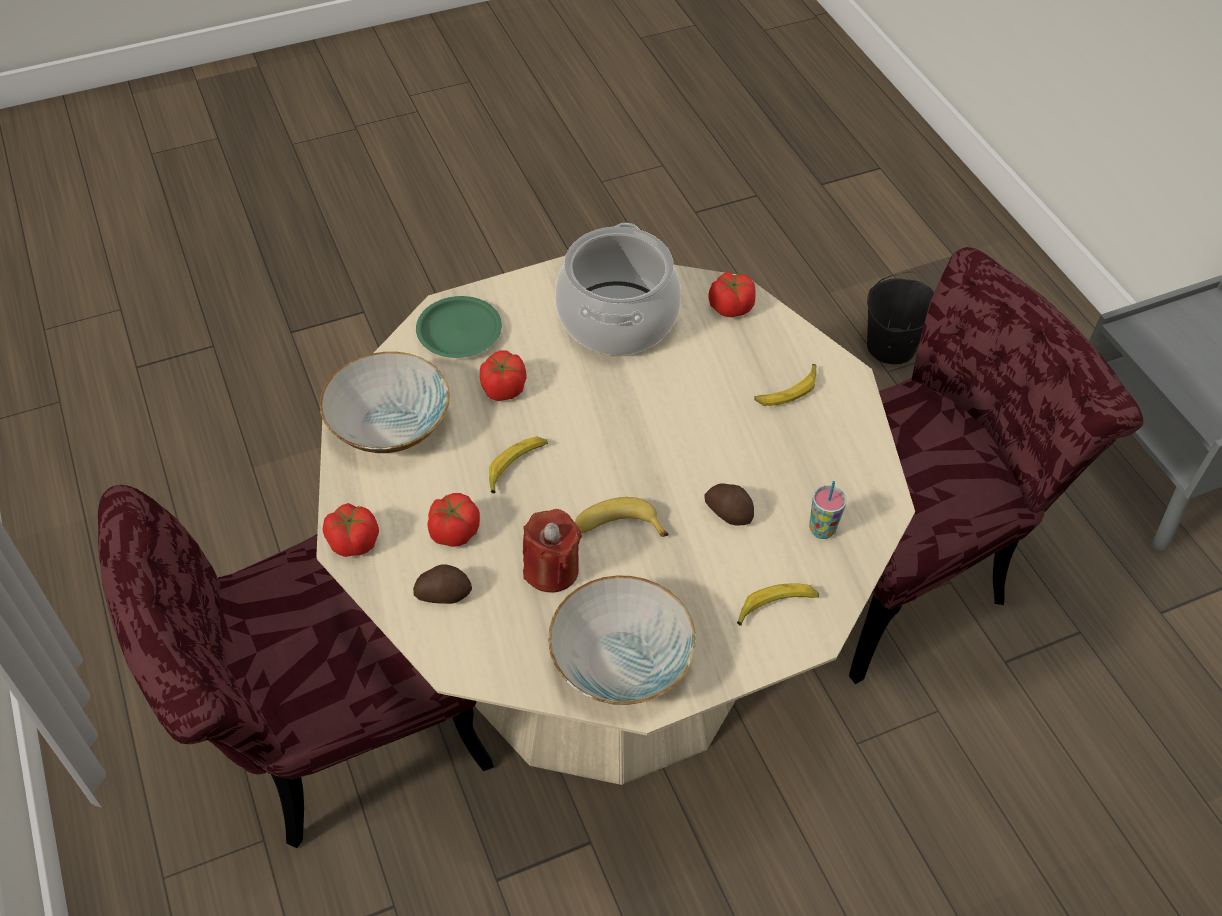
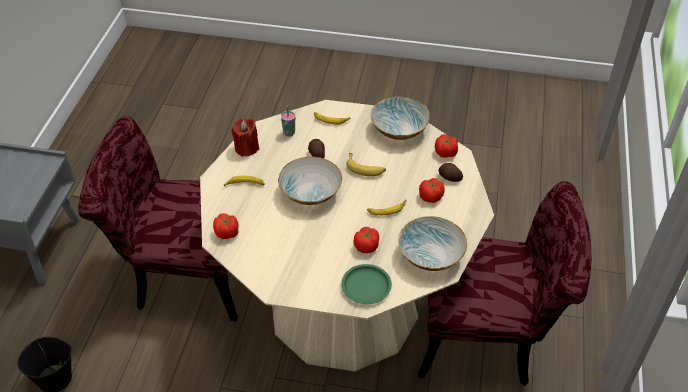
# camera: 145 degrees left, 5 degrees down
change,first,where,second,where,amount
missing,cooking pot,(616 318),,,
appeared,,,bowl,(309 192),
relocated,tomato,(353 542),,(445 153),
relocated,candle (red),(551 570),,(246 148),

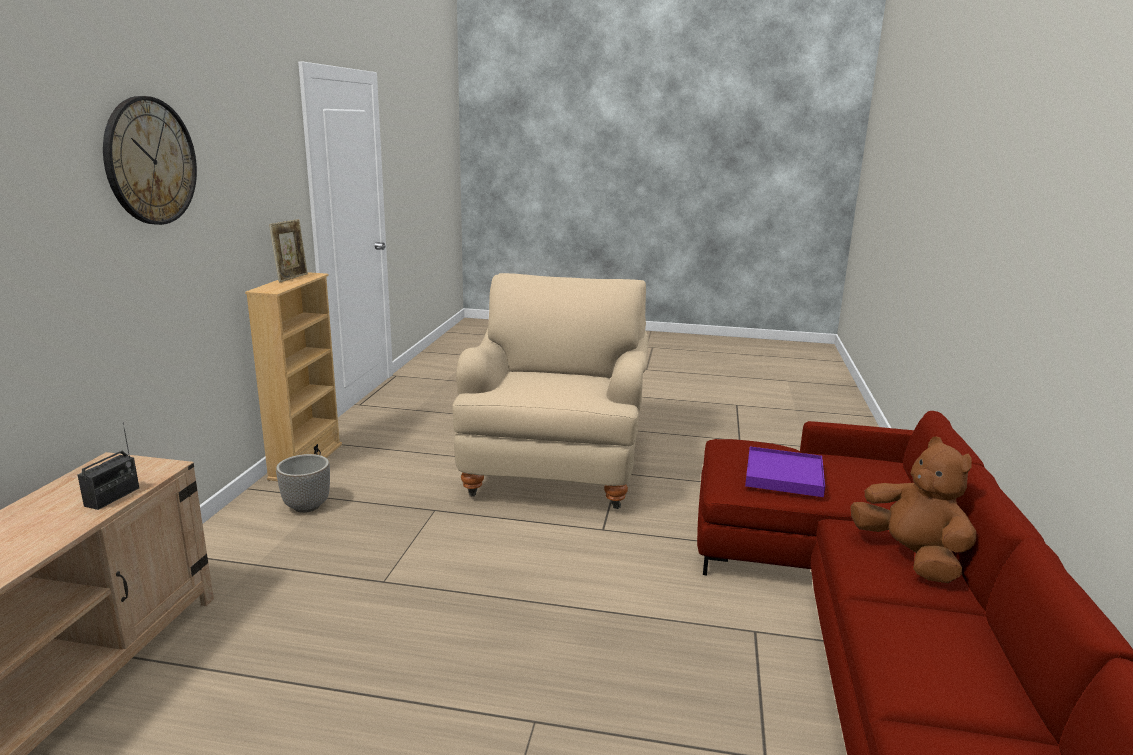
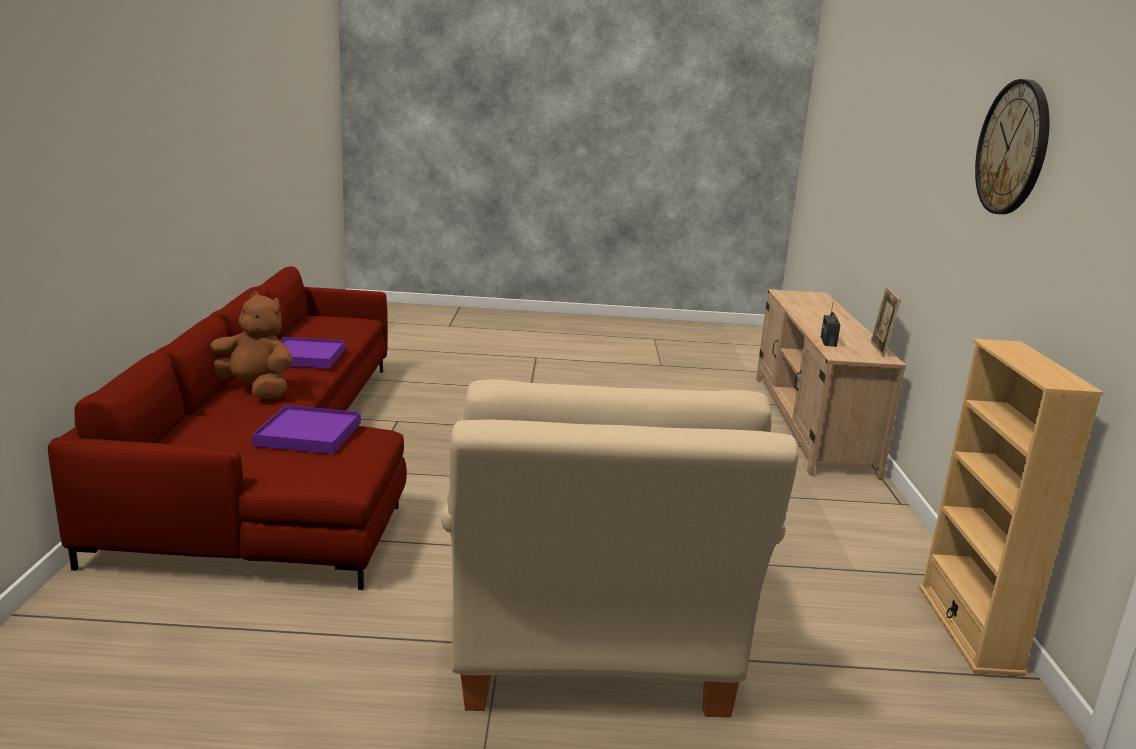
# camera: 170 degrees right, 0 degrees up
change,first,where,second,where,amount
missing,planter,(307 506),,,
appeared,,,tray (purple),(306 356),
relocated,picture frame,(292 278),,(879 349),
spun,plush toy (brown),(910 557),,(254 390),150 degrees clockwise

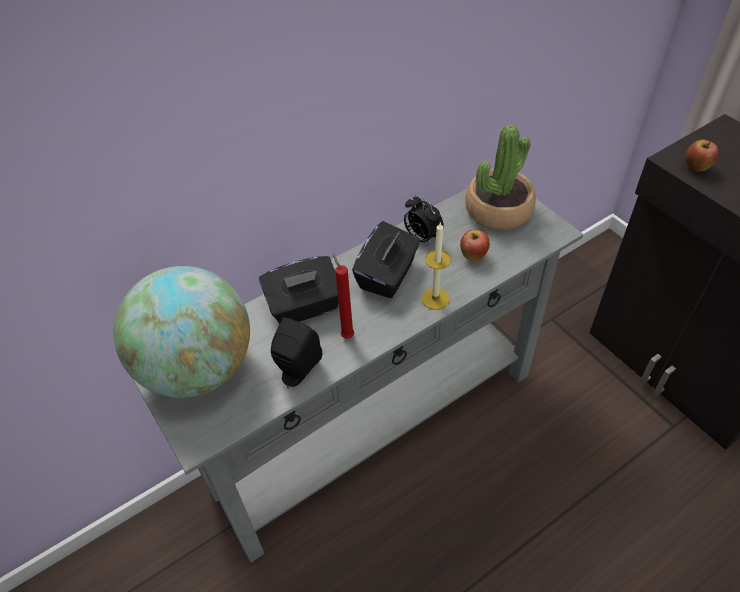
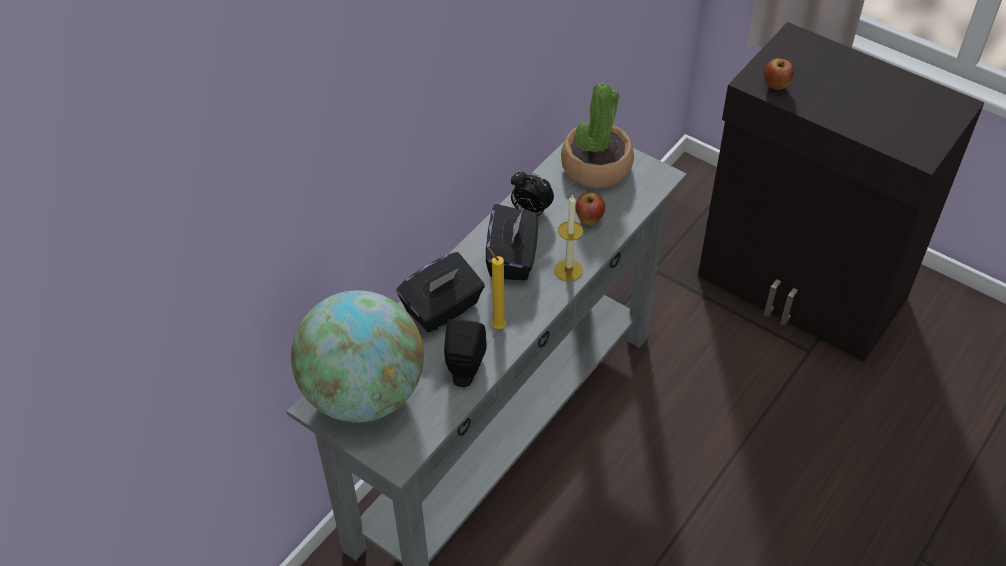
# camera: 20 degrees left, 0 degrees up
change,first,where,second,where,amount
colour,candle (red),(346 335),candle (yellow),(497 326),

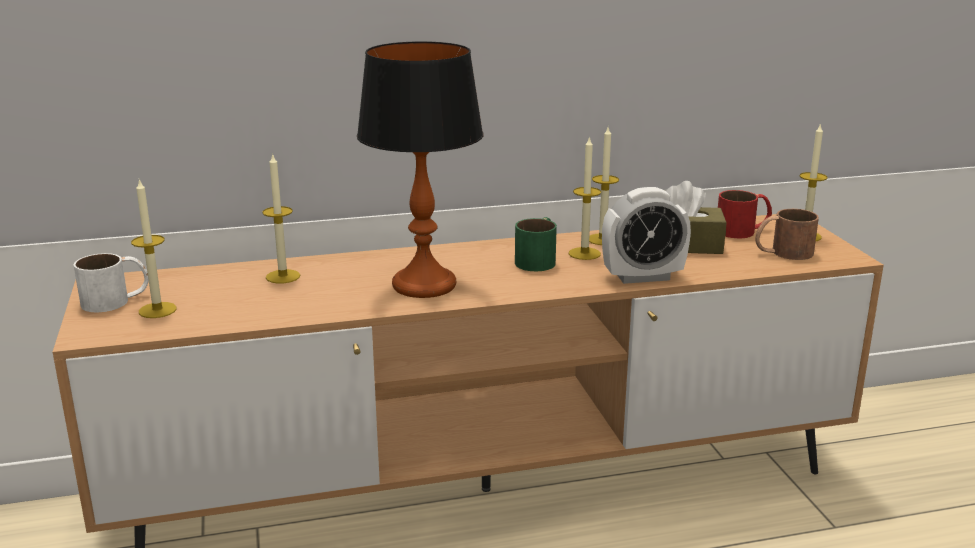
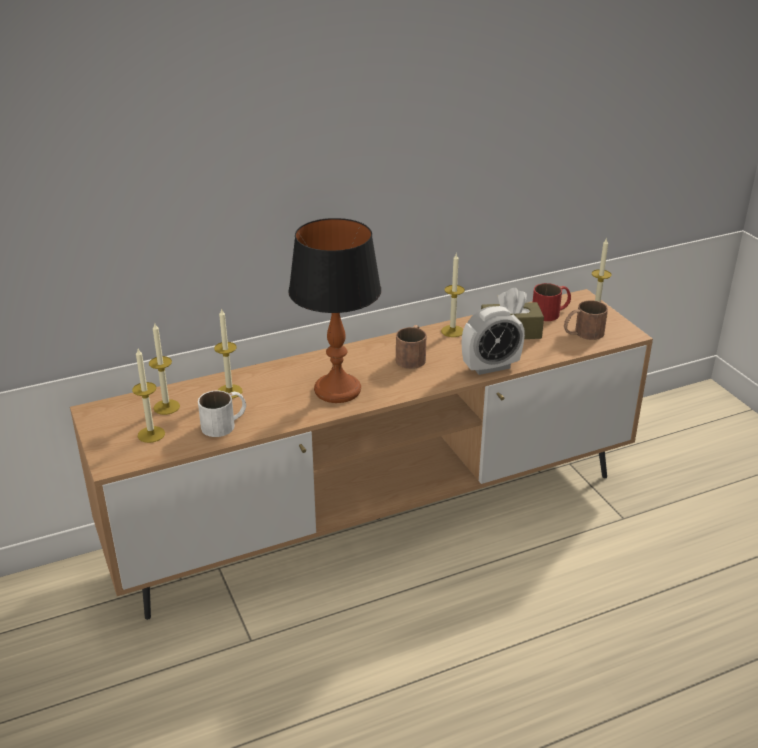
# camera: 10 degrees left, 10 degrees up
change,first,where,second,where,amount
relocated,mug (white),(116 300),,(225 424),
relocated,candle,(584 253),,(166 407),
colour,mug (green),(539 259),mug (brown),(412 356),

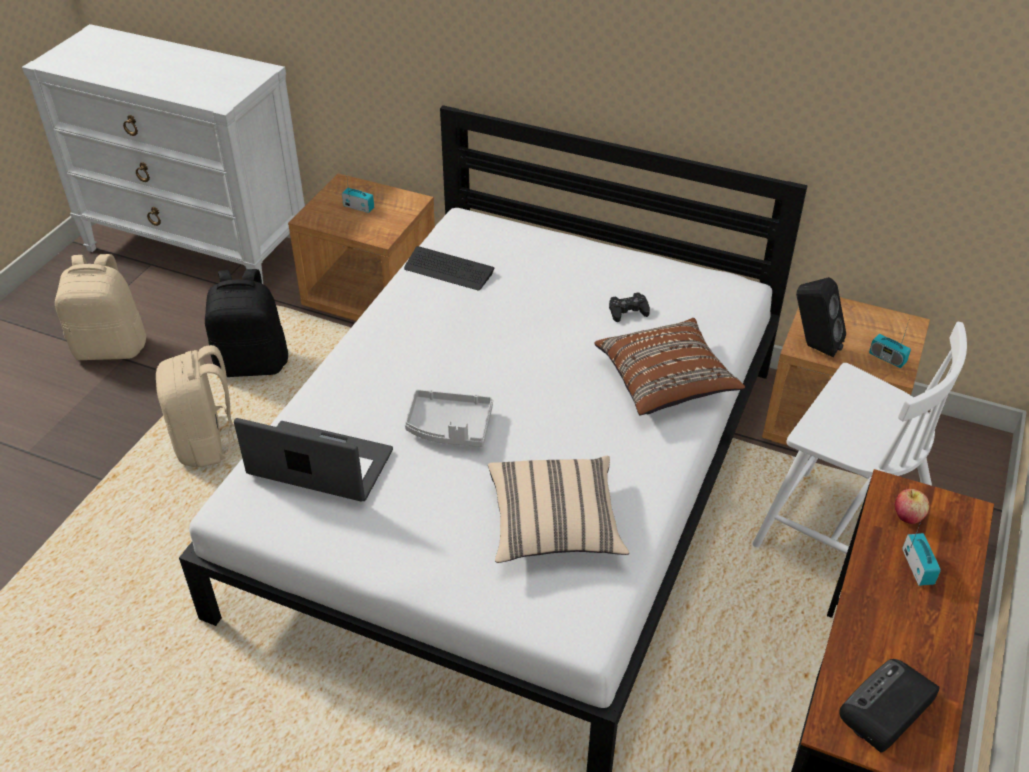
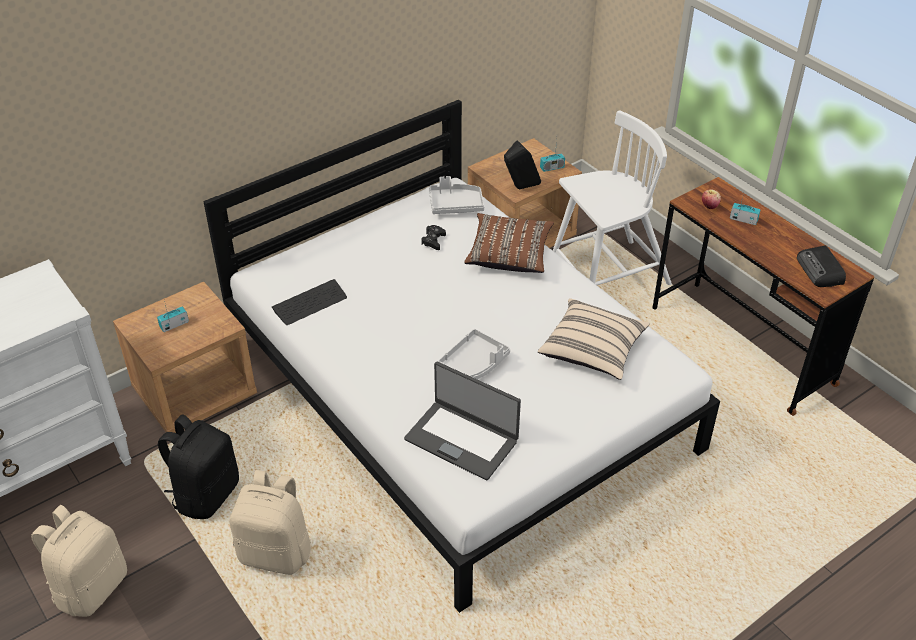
# camera: 60 degrees left, 0 degrees up
change,first,where,second,where,amount
appeared,,,tray (grey),(455 205),
spun,laptop,(320 465),,(462 439),105 degrees counterclockwise

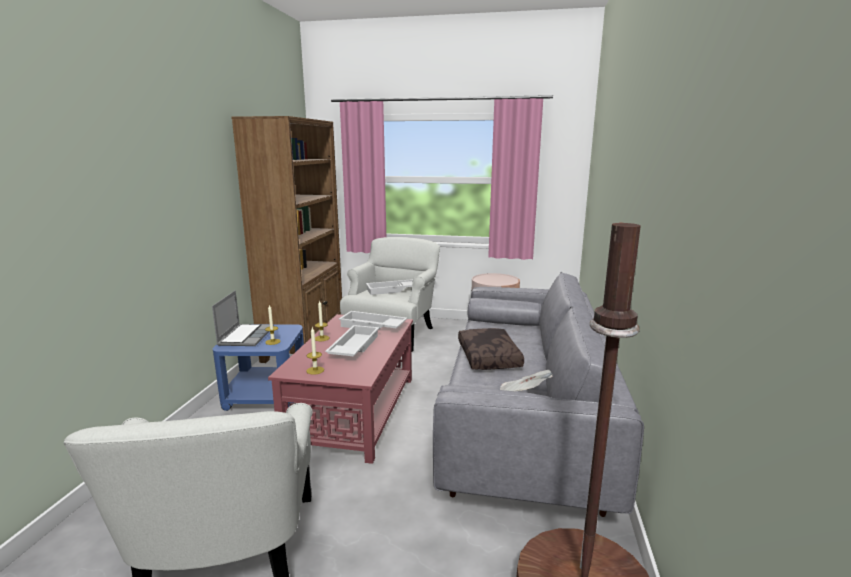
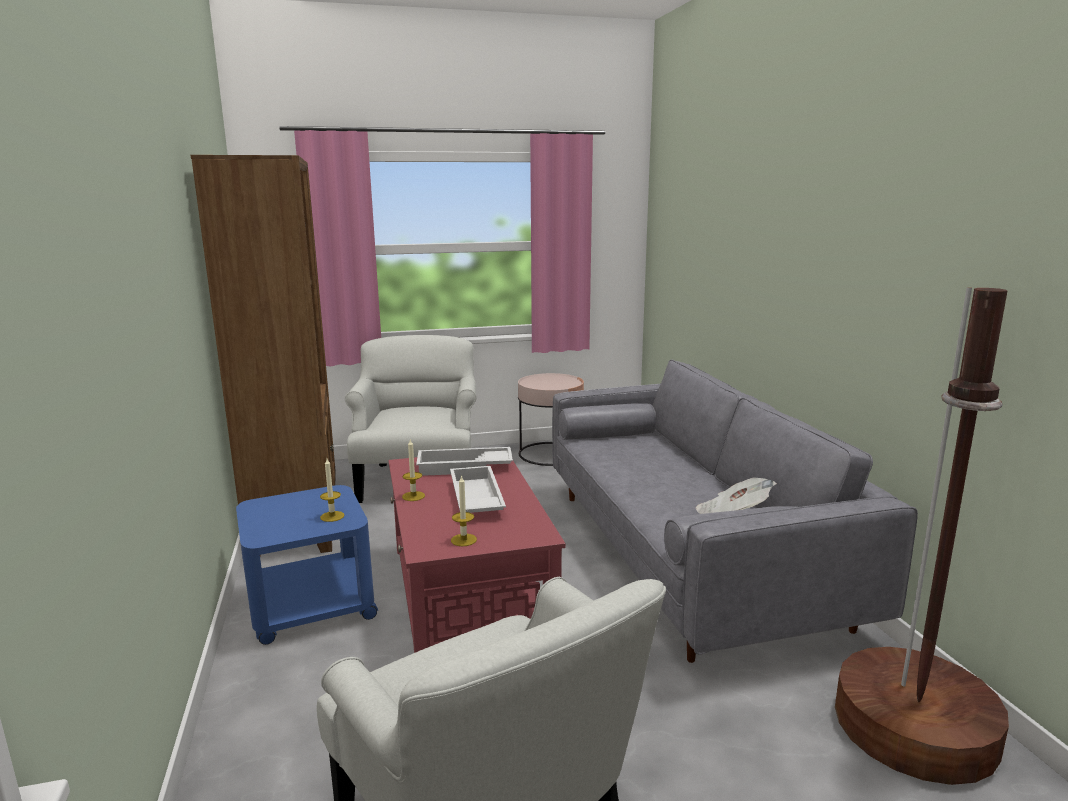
# camera: 25 degrees left, 0 degrees up
change,first,where,second,where,amount
missing,laptop,(245 336),,,
missing,tray (white),(391 290),,,
missing,pillow (brown),(490 357),,,

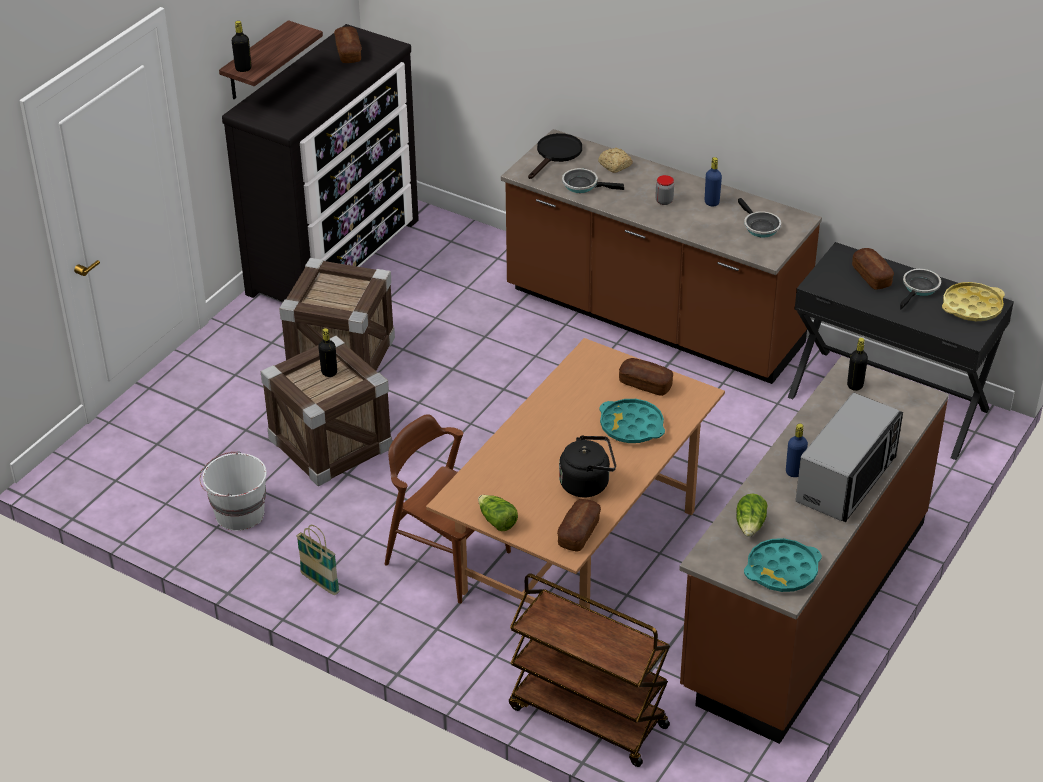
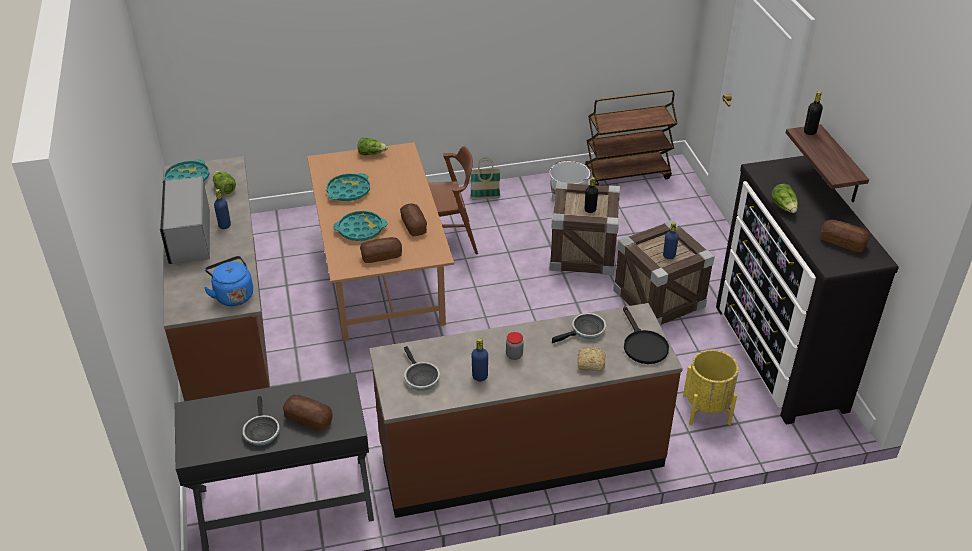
# camera: 135 degrees right, 0 degrees up
change,first,where,second,where,amount
missing,tray (yellow),(972 307),,,
appeared,,,bottle (blue),(669 256),
appeared,,,planter (yellow),(706 409),
appeared,,,lettuce,(784 207),
relocated,cart (brown),(587 717),,(626 174),
relocated,bread,(579 533),,(413 225),
exchanged,kettle (black),(587 483),tray (turquoise),(348 191),
exchanged,bottle (black),(855 385),kettle (blue),(233 295),
spun,frying pan,(759 227),,(420 377),135 degrees counterclockwise

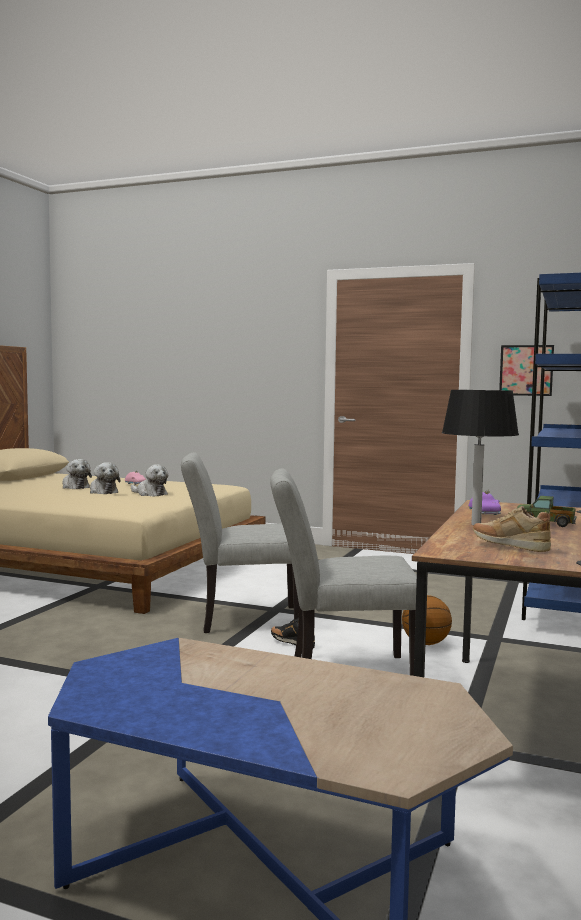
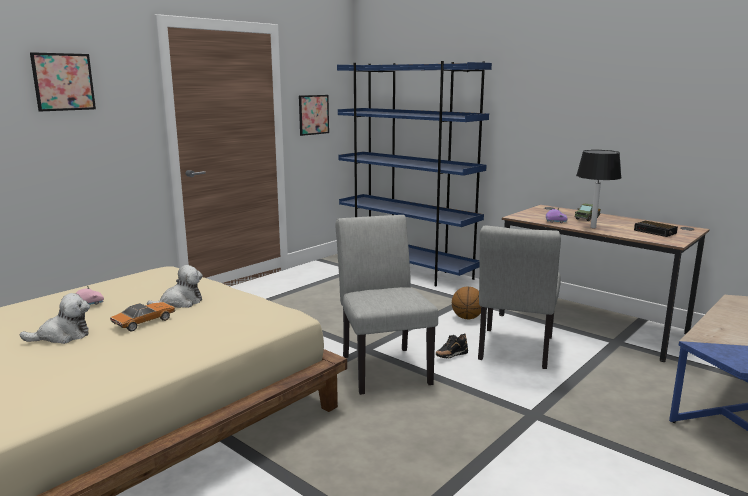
# camera: 70 degrees left, 10 degrees up
change,first,where,second,where,amount
appeared,,,picture,(63 82),
exchanged,plush toy,(102 492),toy car,(144 322),
exchanged,shoe (beige),(510 547),alarm clock,(656 232),
spun,chair (grey),(241 619),,(383 366),150 degrees clockwise

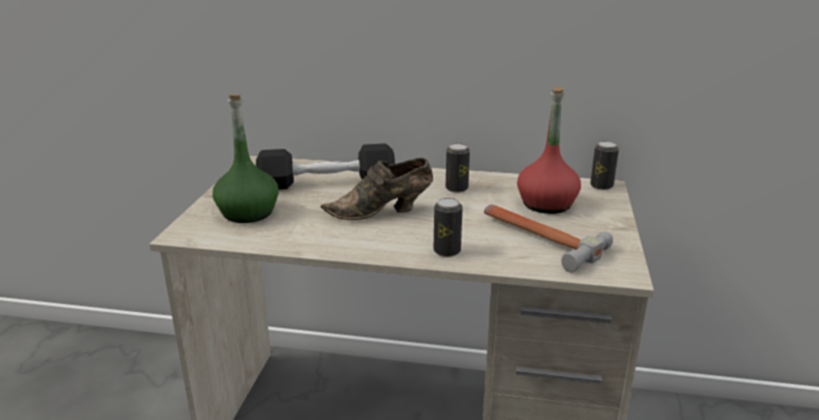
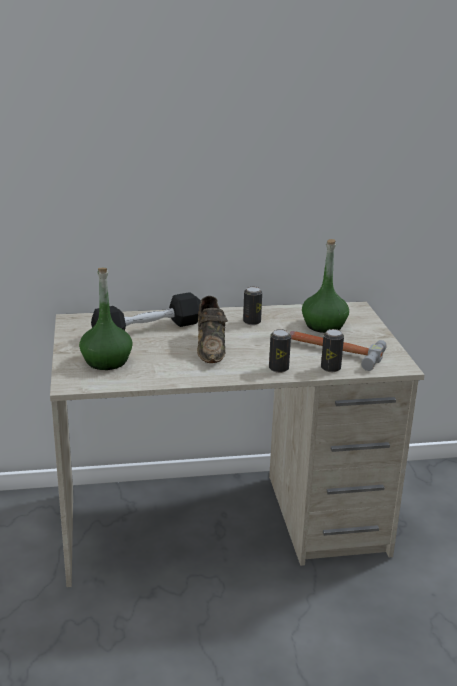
# camera: 20 degrees left, 0 degrees up
change,first,where,second,where,amount
relocated,can,(601 186),,(330 368),
colour,bottle (red),(546 204),bottle (green),(324 326),
spun,shoe (brown),(382 212),,(211 347),60 degrees counterclockwise

